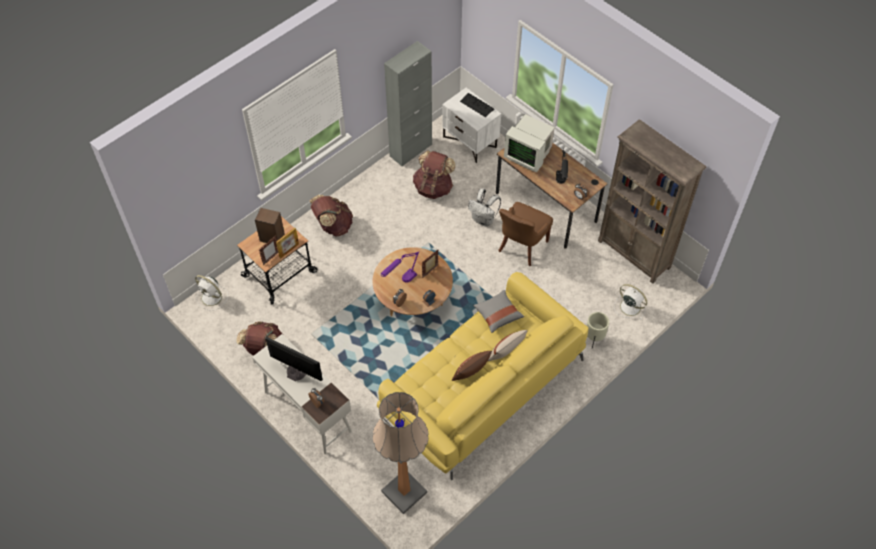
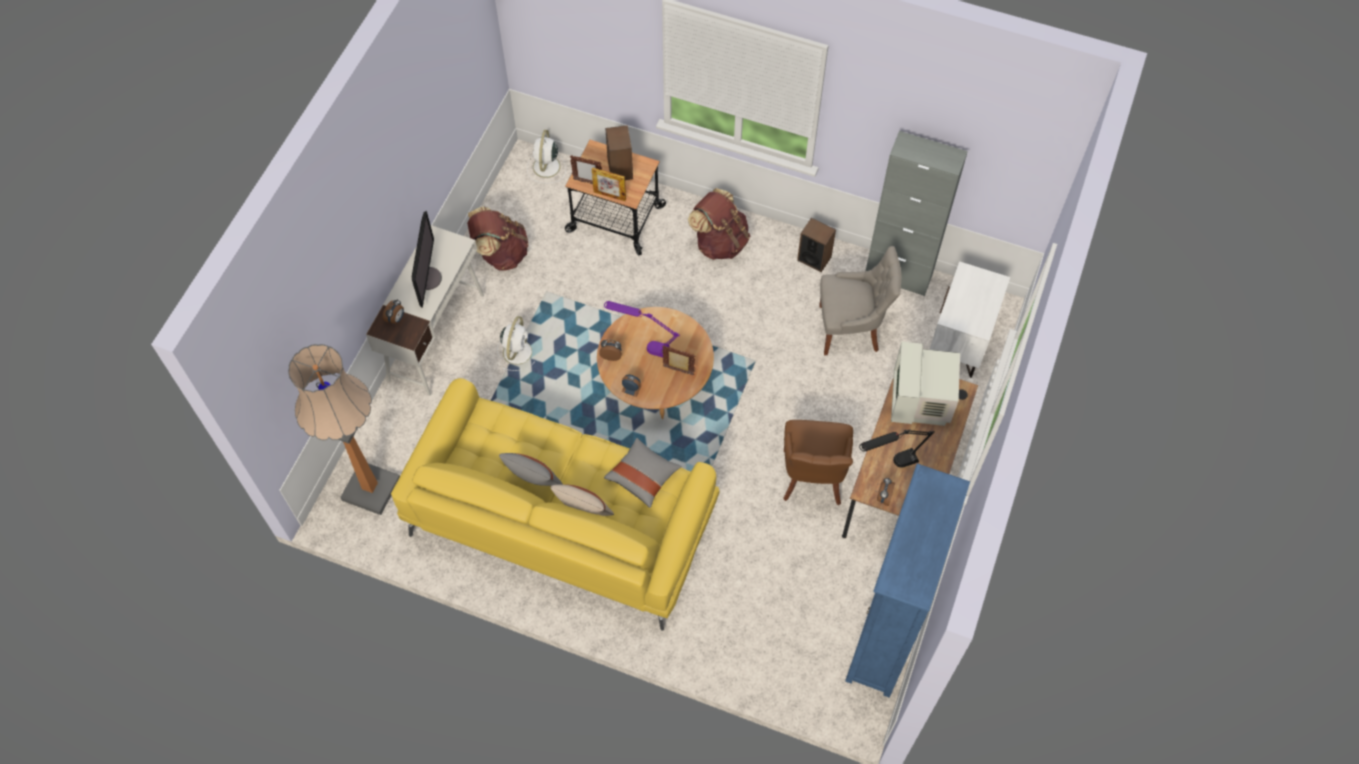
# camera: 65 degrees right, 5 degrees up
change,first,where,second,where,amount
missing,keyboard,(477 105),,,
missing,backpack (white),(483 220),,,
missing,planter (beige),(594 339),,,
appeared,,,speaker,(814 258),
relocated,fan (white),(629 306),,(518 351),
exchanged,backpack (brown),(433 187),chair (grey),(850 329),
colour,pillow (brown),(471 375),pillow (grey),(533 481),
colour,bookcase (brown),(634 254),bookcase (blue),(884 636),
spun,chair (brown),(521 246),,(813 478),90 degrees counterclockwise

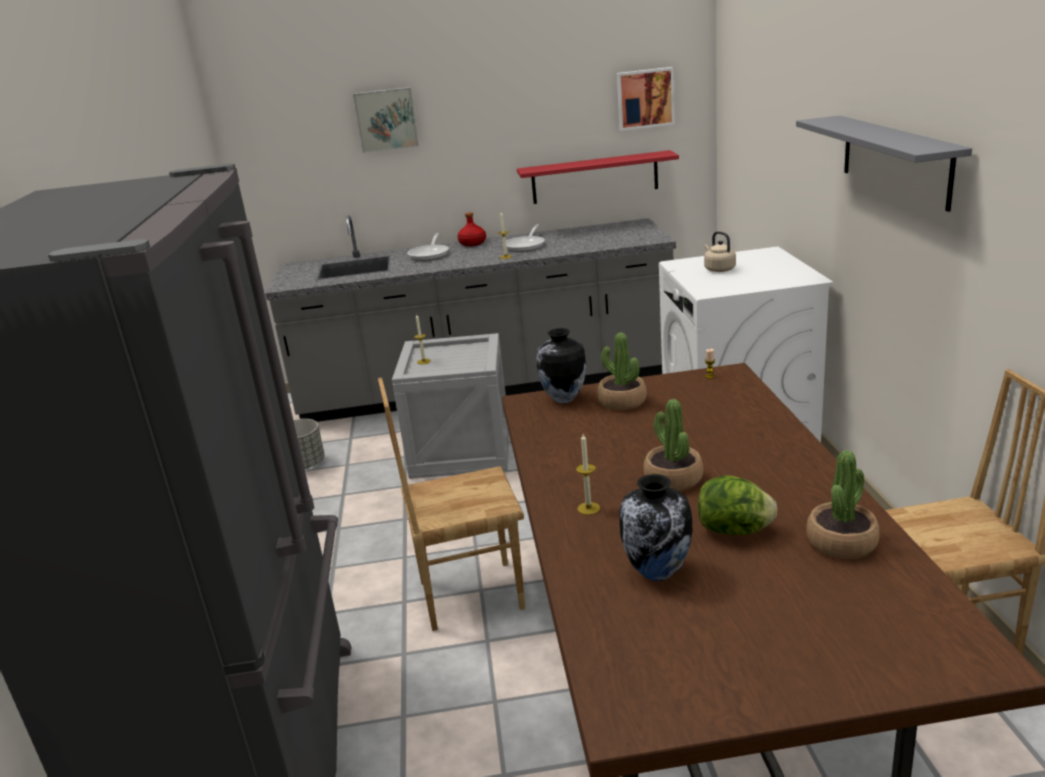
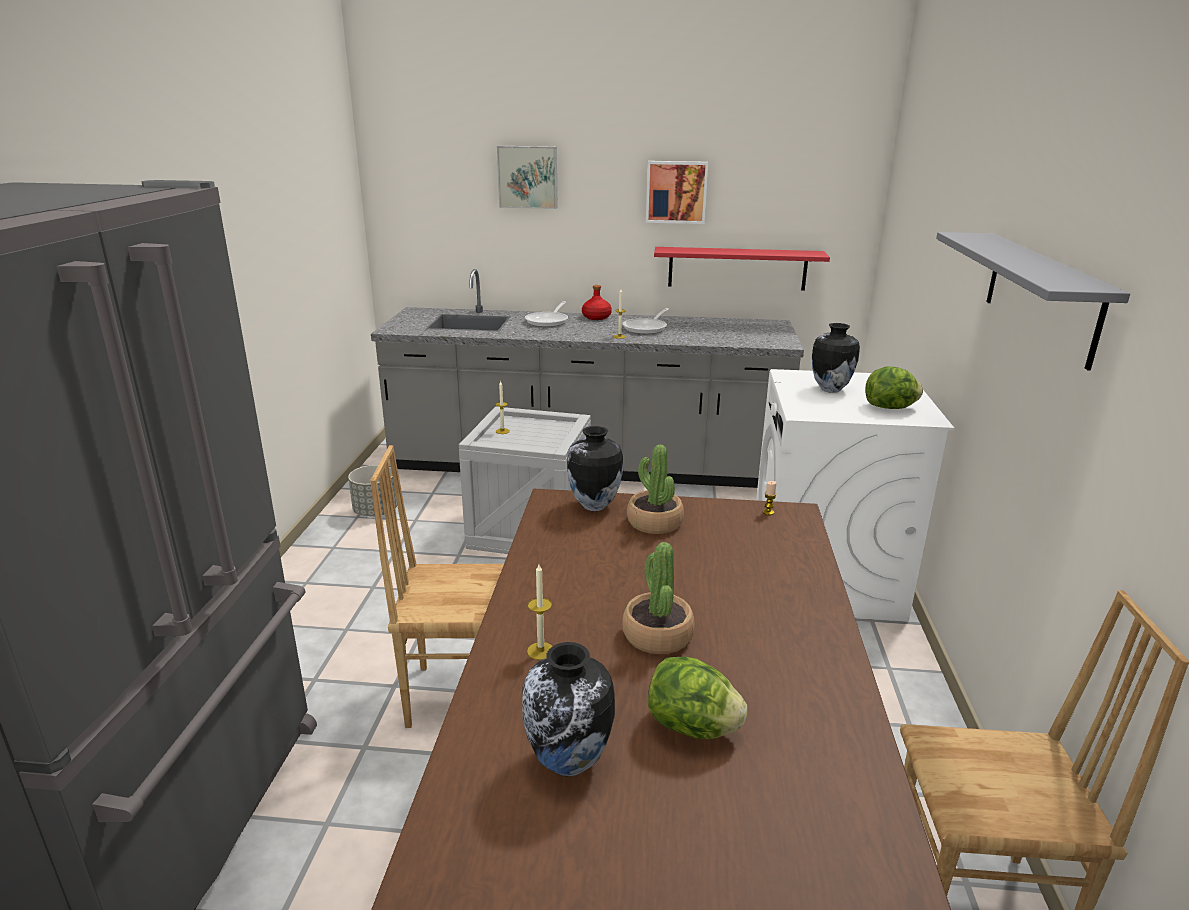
# camera: 10 degrees right, 0 degrees up
change,first,where,second,where,amount
missing,potted plant,(841 543),,,
appeared,,,lettuce,(890 408),
relocated,picture,(645 98),,(676 192),
exchanged,kettle (beige),(718 269),vase,(829 389),

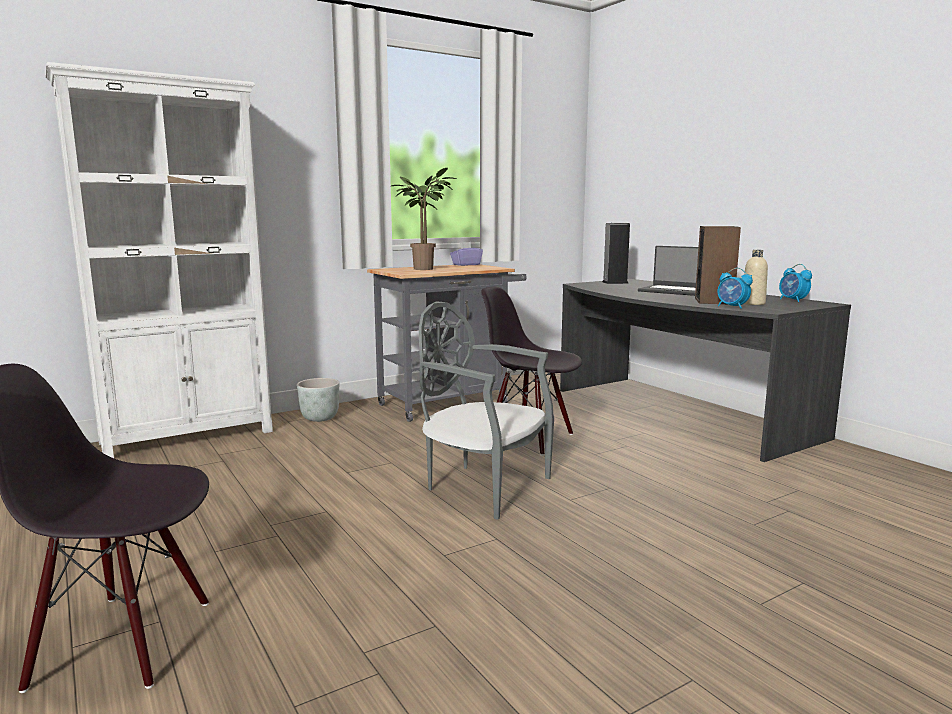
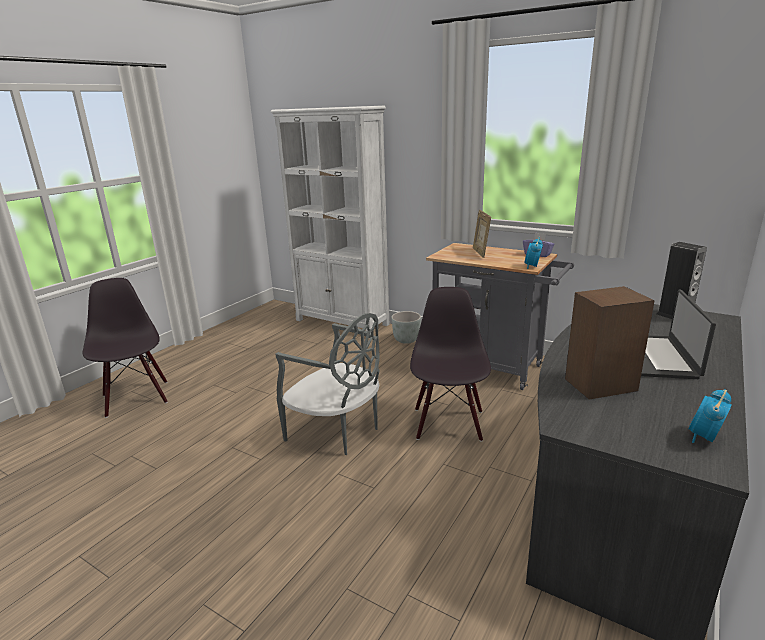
# camera: 65 degrees right, 10 degrees up
change,first,where,second,where,amount
missing,bottle (beige),(753 303),,,
relocated,alarm clock,(732 307),,(532 266),
exchanged,potted plant,(426 269),picture frame,(480 253),
spun,chair (grey),(483 486),,(337 431),120 degrees clockwise

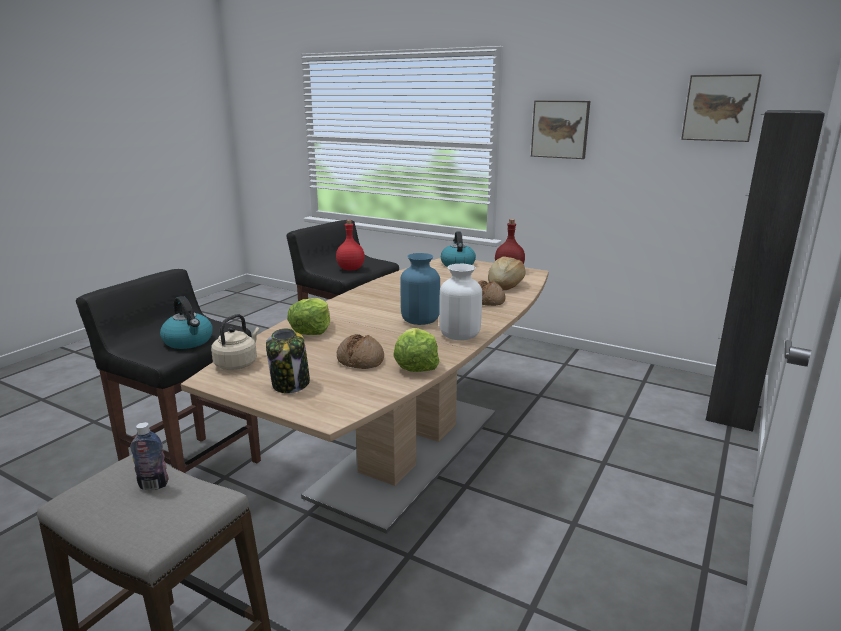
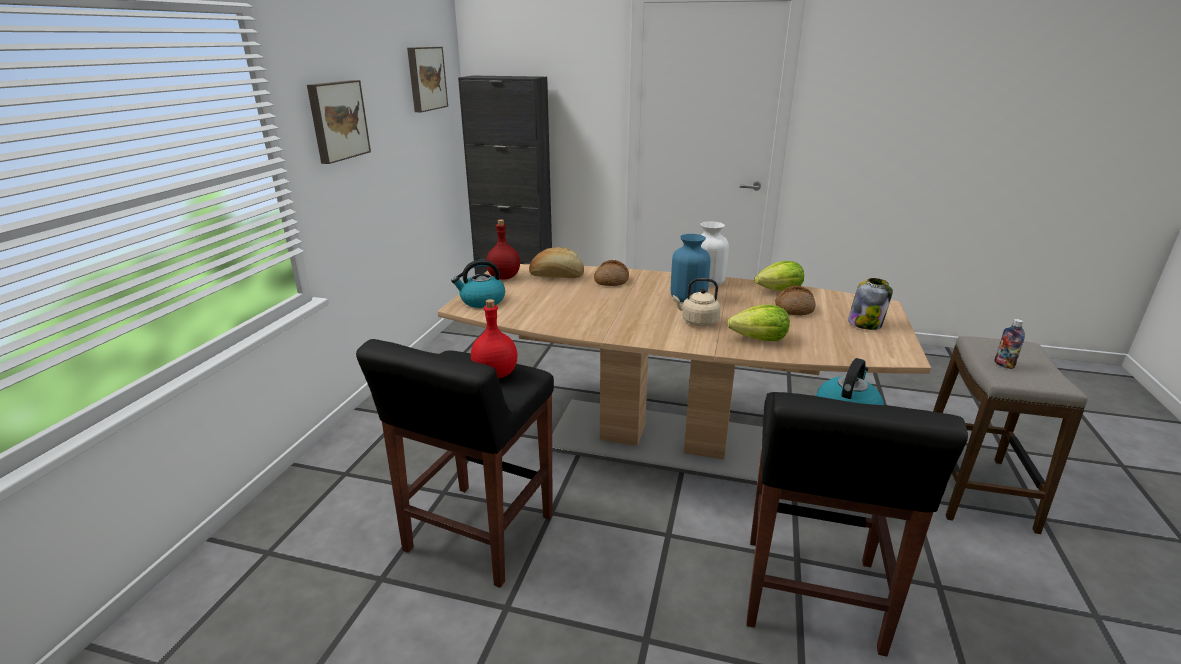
# camera: 105 degrees left, 5 degrees up
change,first,where,second,where,amount
relocated,kettle (beige),(238 364),,(697 322),

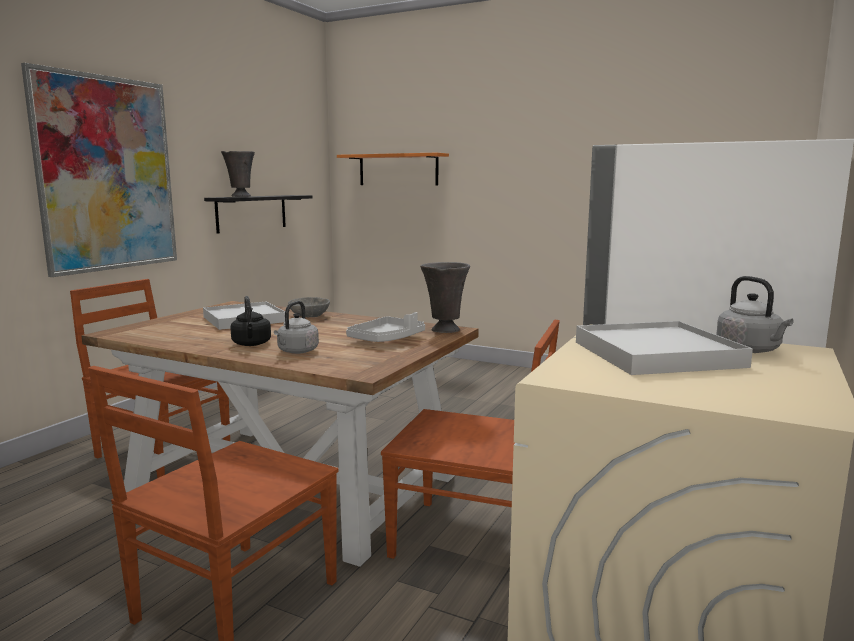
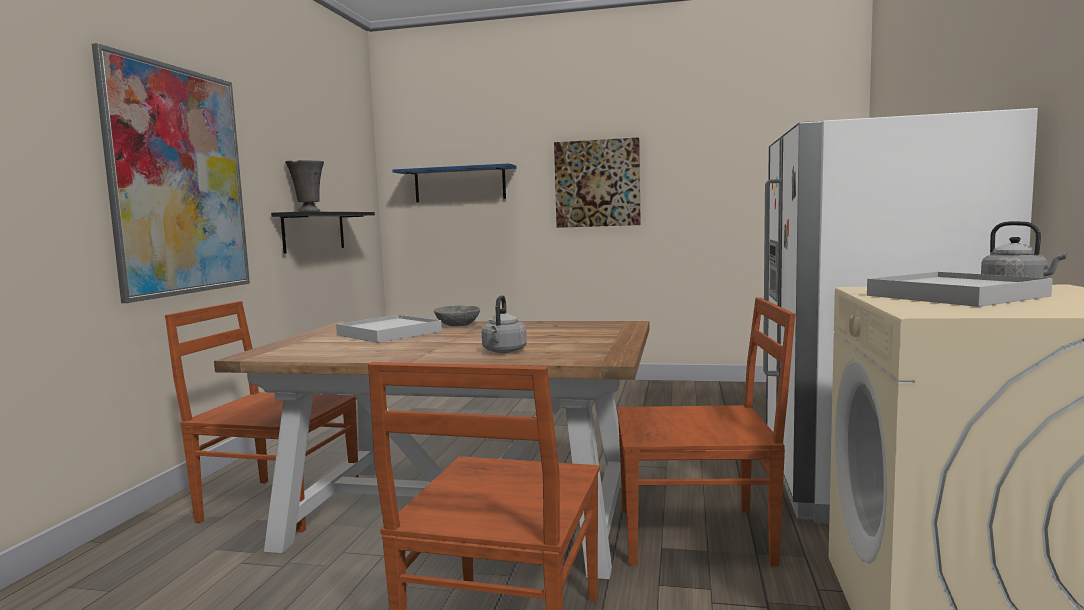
# camera: 15 degrees left, 5 degrees down
change,first,where,second,where,amount
missing,kettle (black),(251 344),,,
missing,tray (grey),(387 339),,,
missing,vase (grey),(444 330),,,
appeared,,,picture,(597 183),
colour,shelf (orange),(398 170),shelf (blue),(459 184),

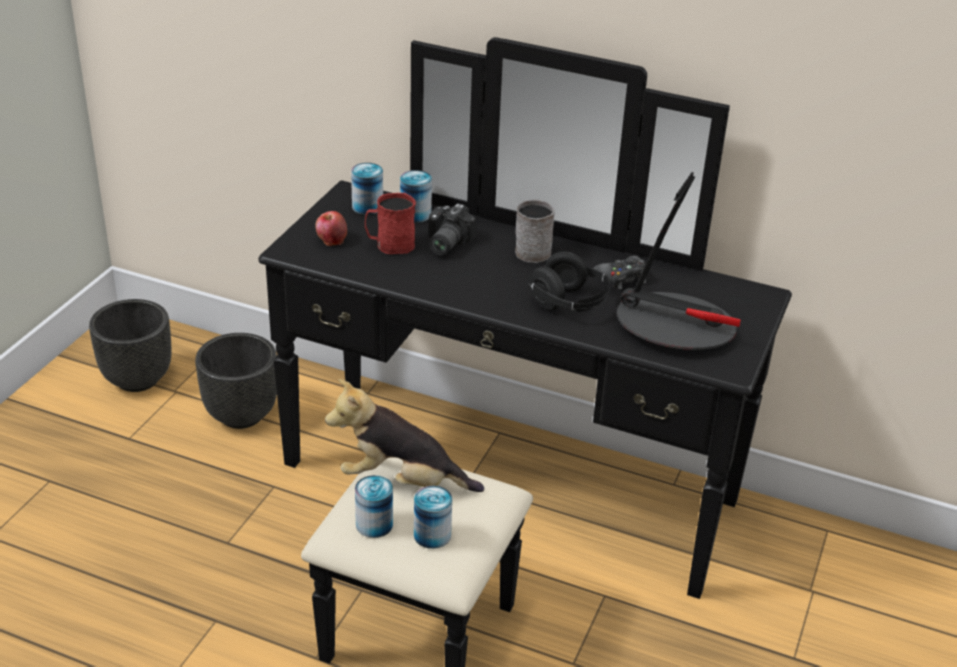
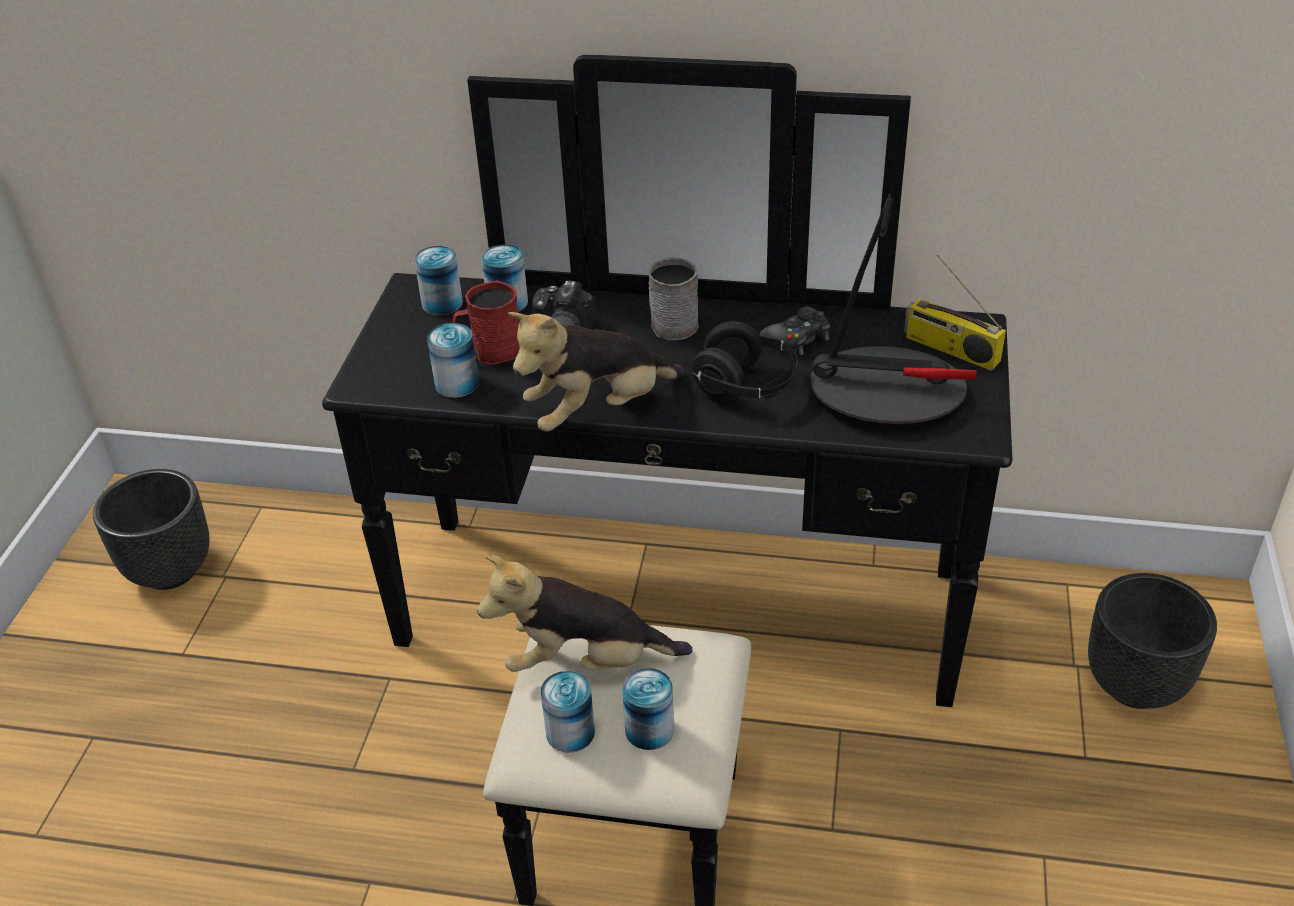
# camera: 10 degrees left, 5 degrees up
change,first,where,second,where,amount
missing,apple,(331 240),,,
appeared,,,can,(457 384),
appeared,,,plush toy,(598 411),
appeared,,,radio,(949 349),
relocated,planter (black),(242 415),,(1136 685),

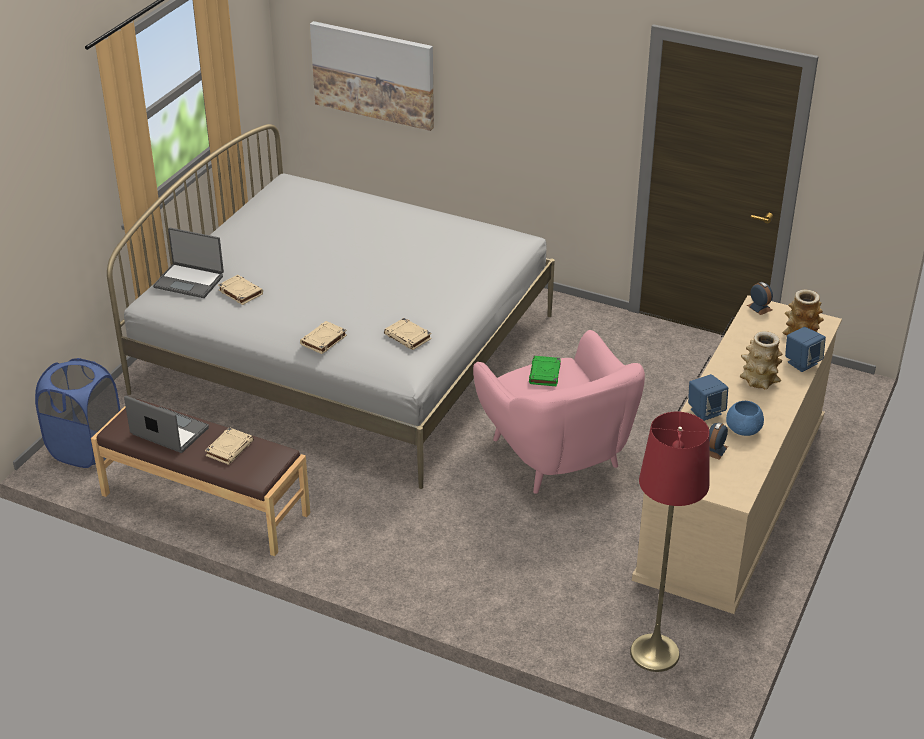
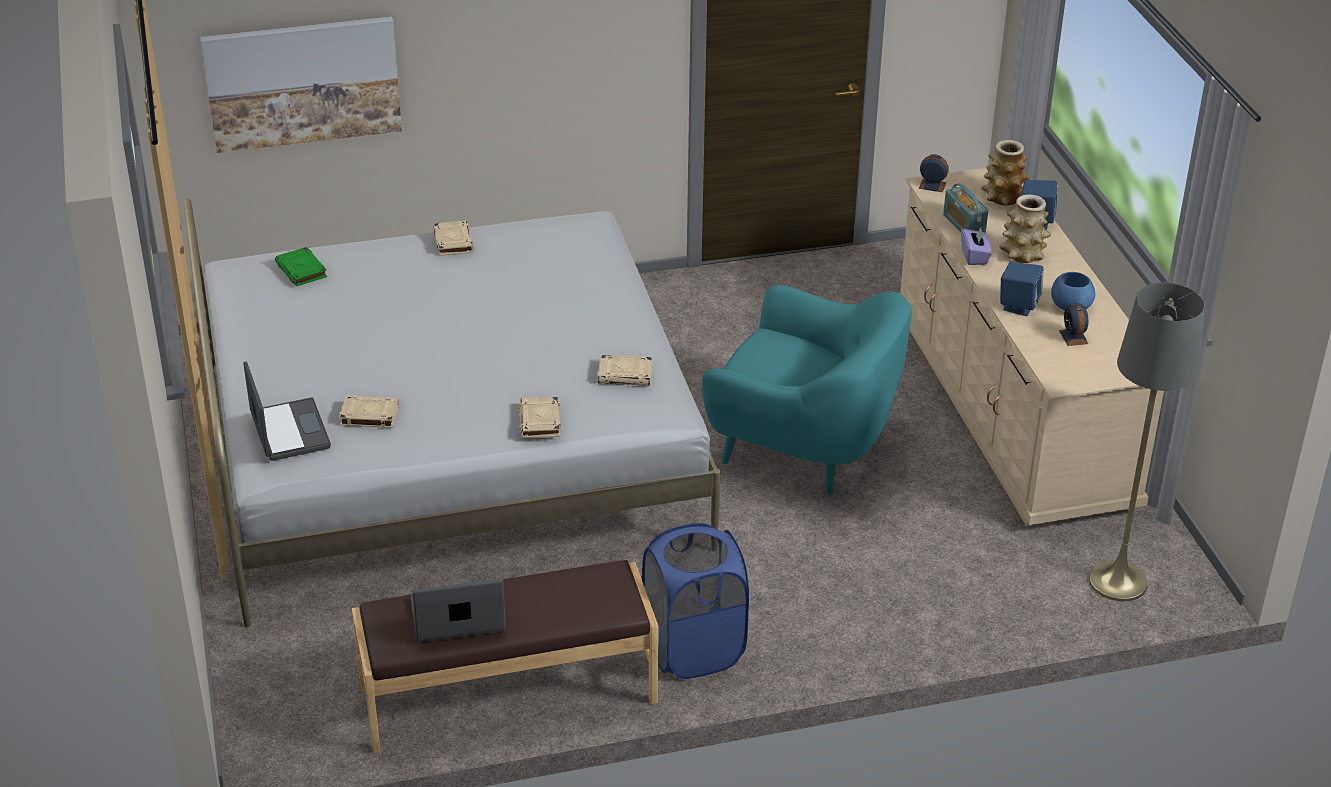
# camera: 40 degrees left, 0 degrees up
change,first,where,second,where,amount
appeared,,,radio,(963 225),
appeared,,,tissue box (purple),(975 256),
relocated,laundry basket (blue),(87 449),,(693 649),
relocated,book (beige),(229 448),,(453 241),
relocated,book (green),(545 374),,(302 270),
colour,armchair (pink),(557 455),armchair (turquoise),(803 446),
colour,floor lamp (red),(654 653),floor lamp (grey),(1117 581),
spun,laptop,(189 281),,(288 431),90 degrees counterclockwise

